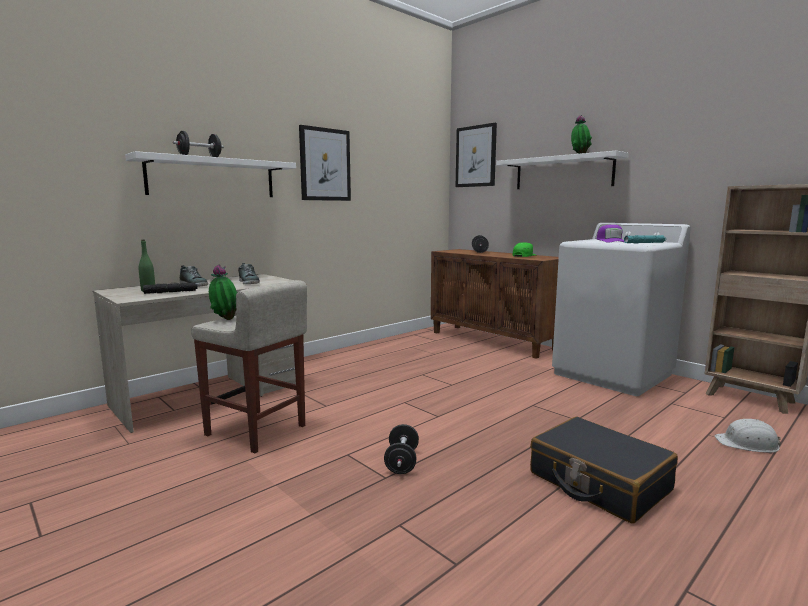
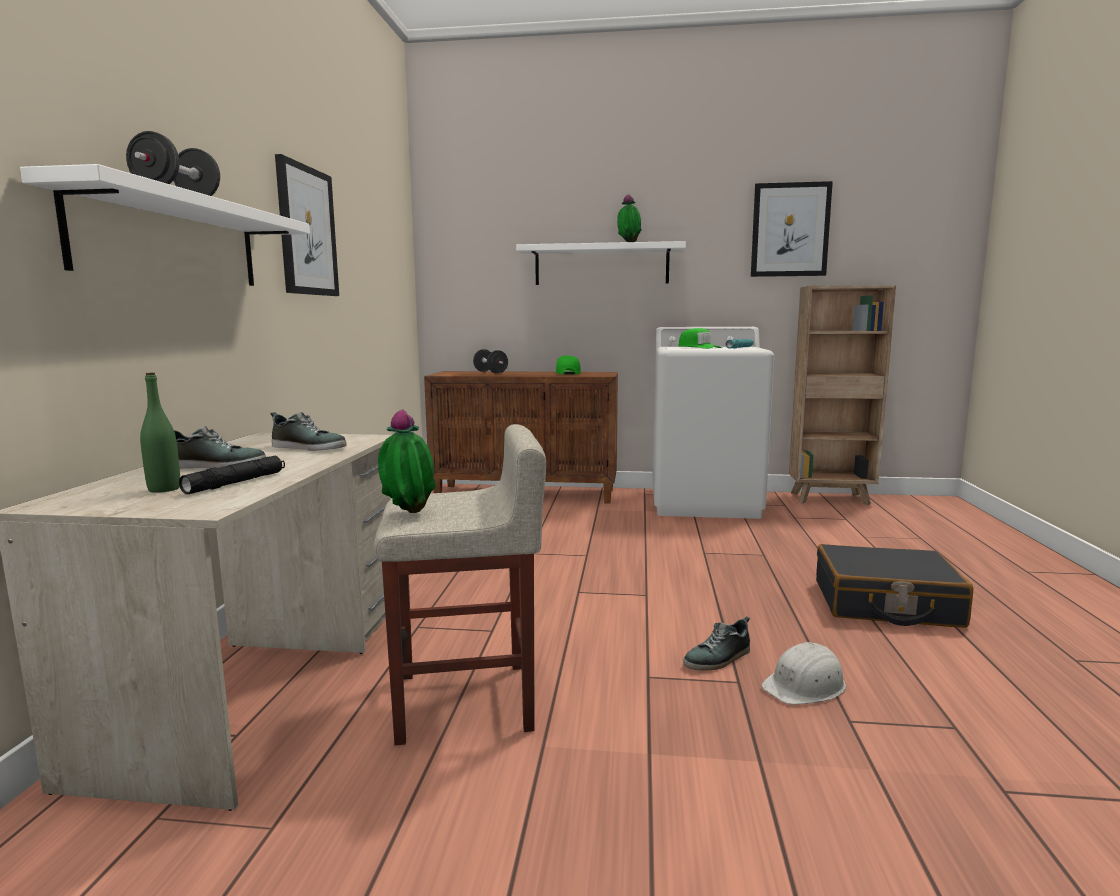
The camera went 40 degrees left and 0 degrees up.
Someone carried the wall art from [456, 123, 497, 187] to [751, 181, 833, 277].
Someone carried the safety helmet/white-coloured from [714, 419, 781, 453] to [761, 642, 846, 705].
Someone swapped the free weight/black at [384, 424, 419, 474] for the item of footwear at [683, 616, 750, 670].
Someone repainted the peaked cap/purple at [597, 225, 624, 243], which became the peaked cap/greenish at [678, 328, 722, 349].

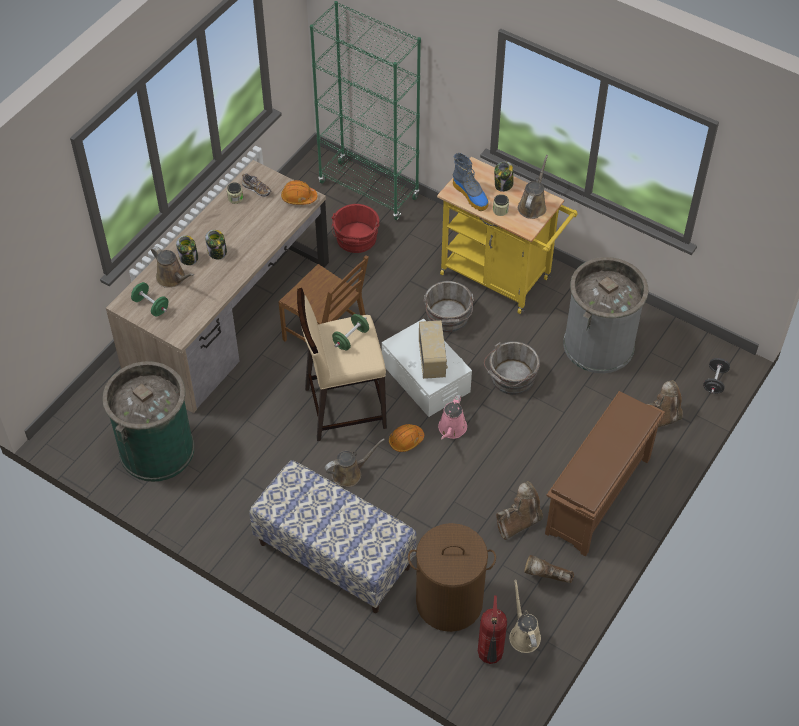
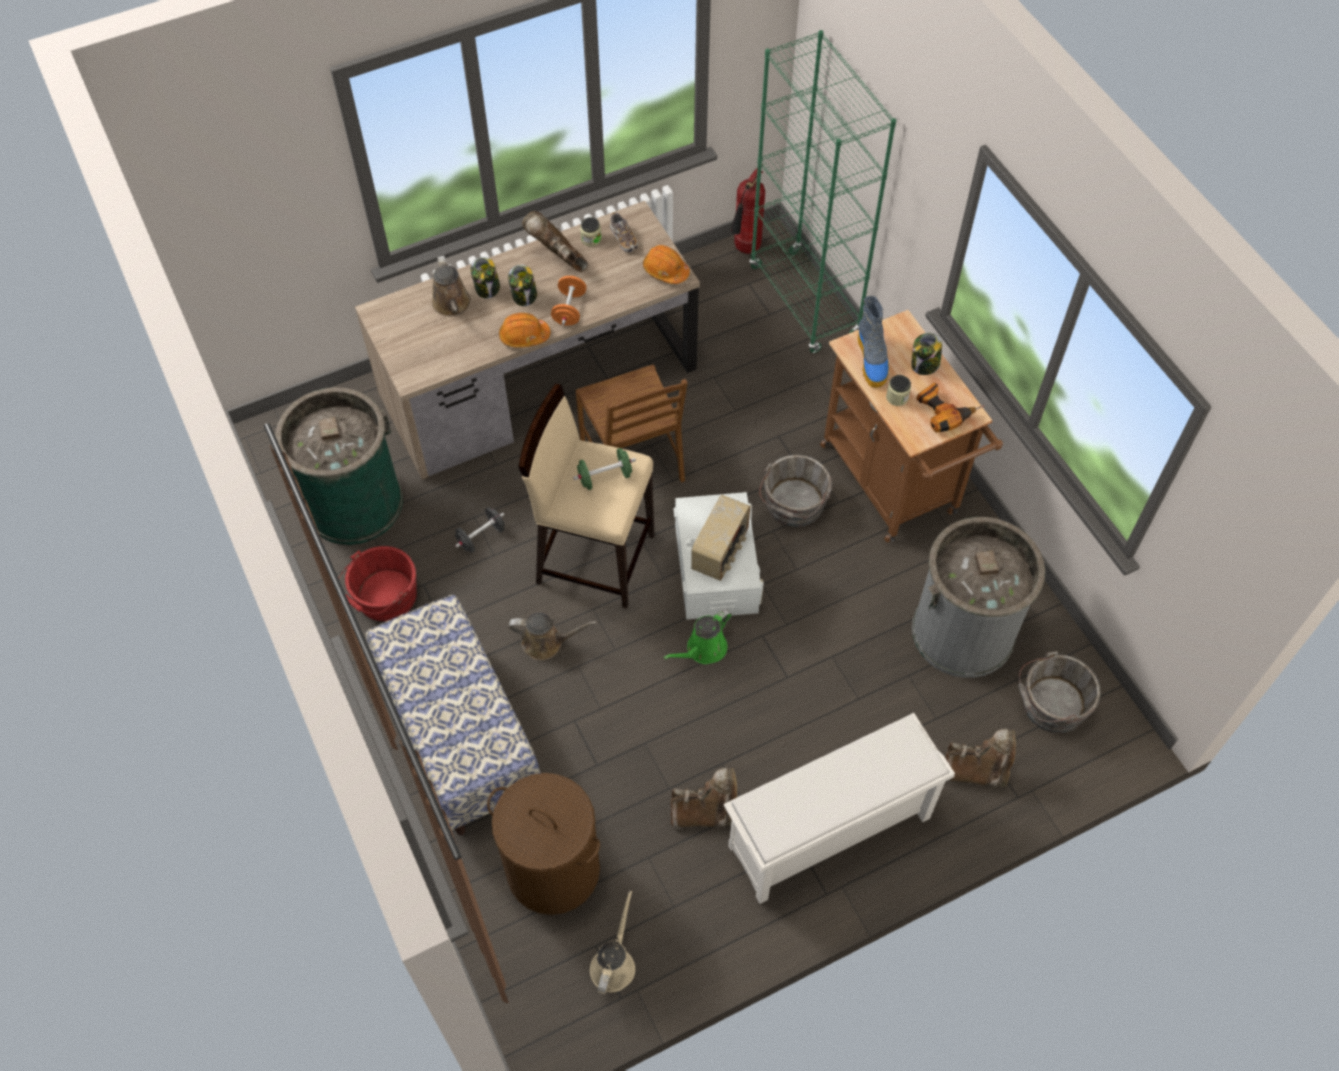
The camera went 30 degrees right and 5 degrees up.
Someone took away the free weight/greenish at [131, 282, 168, 316].
Someone put down the free weight/orange-coloured at [551, 276, 586, 326].
Someone carried the pail/red-coloured from [331, 204, 379, 253] to [338, 546, 417, 621].
Someone carried the safety helmet/orange-coloured from [389, 424, 424, 452] to [499, 313, 550, 348].
Someone carried the extinguisher from [478, 596, 507, 664] to [730, 164, 765, 254].
Someone carried the pail/grey from [484, 341, 540, 395] to [1018, 651, 1101, 733].
Someone carried the tall boot/brown from [524, 555, 574, 583] to [522, 211, 588, 272].
Someone carried the free weight/black from [703, 358, 730, 394] to [455, 507, 505, 553].
Someone swapped the watering can/brown at [518, 155, 548, 219] for the drill at [916, 383, 984, 433].
Someone repainted the trolley/yellowish at [437, 157, 578, 314], which became the trolley/brown at [820, 310, 1003, 542].
Someone repainted the watering can/pinkish at [438, 394, 467, 440], which became the watering can/greenish at [664, 609, 732, 664].
Someone repainted the shoe rack/brown at [545, 391, 665, 557], which became the shoe rack/white-coloured at [724, 713, 955, 904].

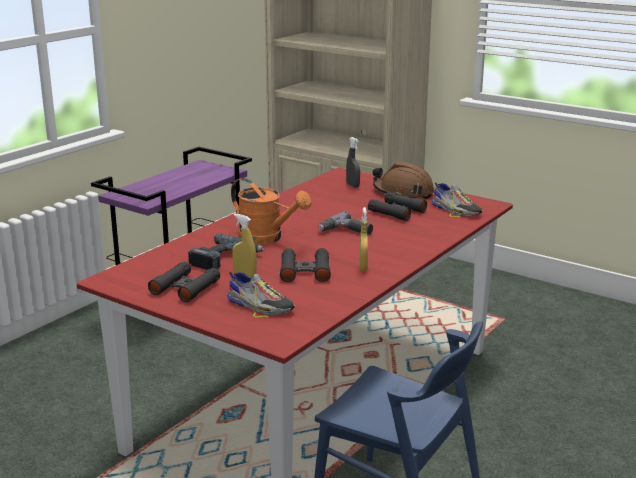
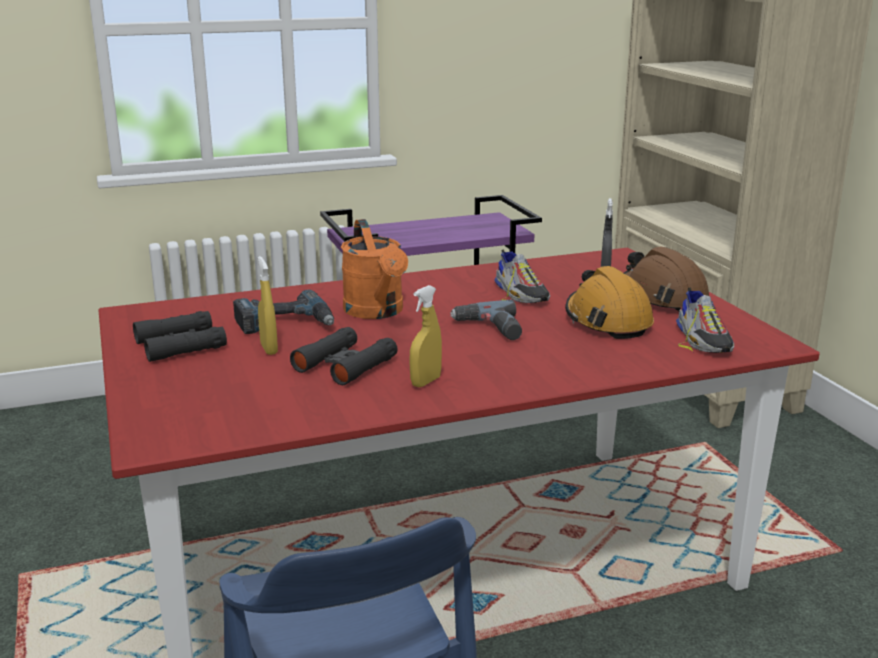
The camera went 35 degrees right and 0 degrees up.
Someone carried the item of footwear from [227, 272, 295, 318] to [494, 249, 550, 304].
Someone swapped the field glasses/black at [368, 192, 427, 221] for the safety helmet/orange-coloured at [565, 266, 654, 339].

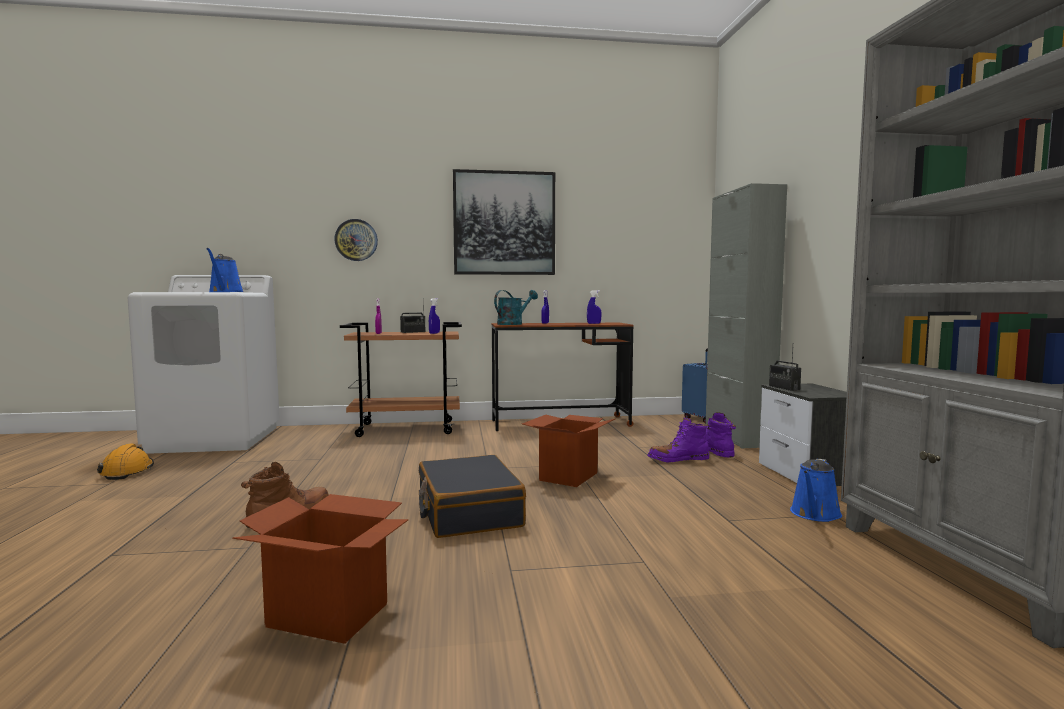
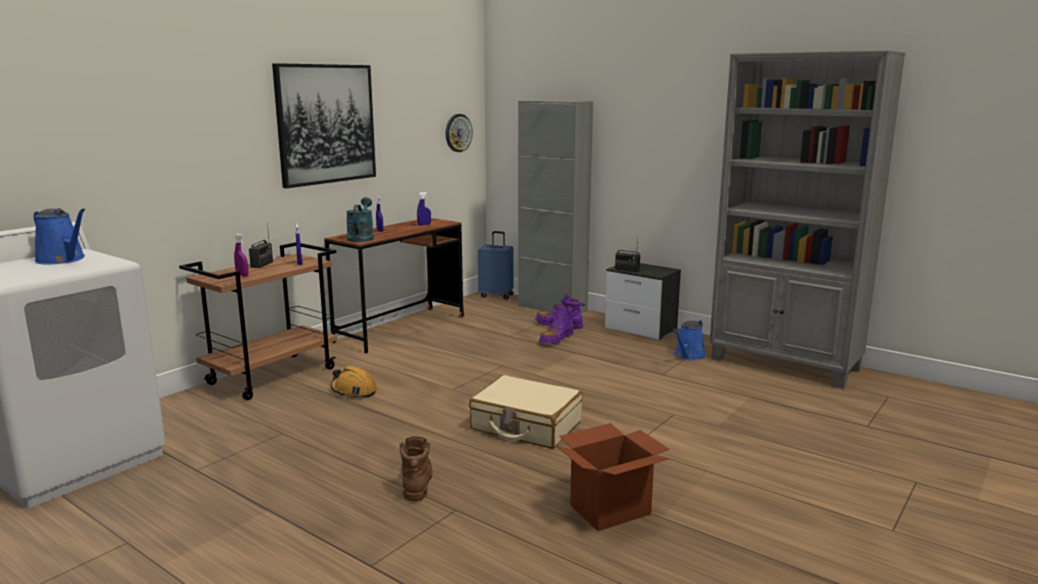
The camera went 45 degrees left and 10 degrees up.
Someone took away the carton at [522, 415, 615, 487].
Someone carried the safety helmet/orange-coloured from [97, 443, 154, 480] to [331, 366, 377, 398].
Someone carried the clock on the wall from [334, 219, 378, 261] to [446, 114, 473, 152].
Someone repainted the travel case/black at [419, 455, 526, 538], which became the travel case/beige-coloured at [469, 375, 583, 449].
Someone rotated the watering can/blue-coloured at [790, 459, 842, 522] by 45 degrees clockwise.

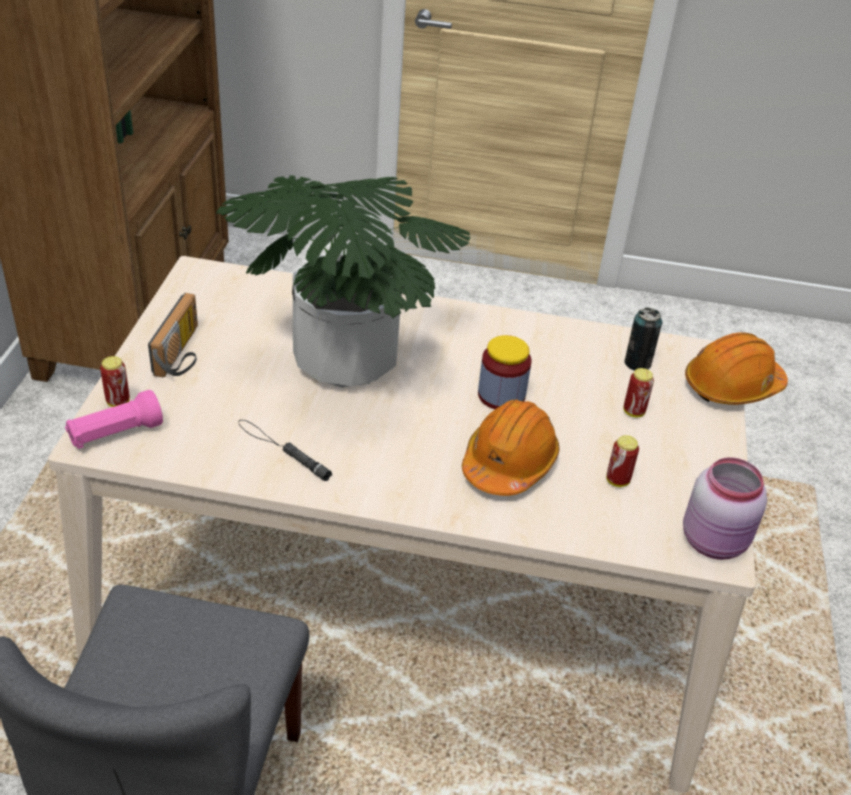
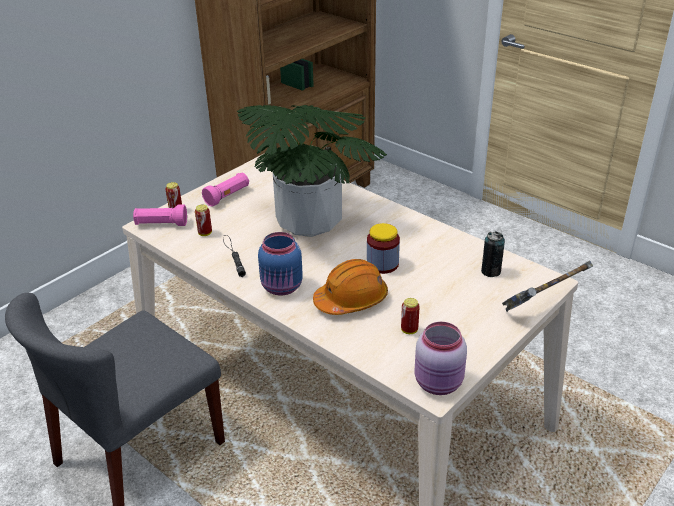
The camera went 35 degrees right and 5 degrees down.
Someone put down the jar/blue-coloured at [258, 232, 303, 295].
Someone carried the metal can from [623, 368, 654, 417] to [195, 205, 212, 236].
Someone swapped the radio set at [148, 293, 198, 377] for the flashlight/pinkish at [202, 173, 249, 207].
Someone swapped the safety helmet/orange-coloured at [685, 332, 788, 405] for the tool hammer at [502, 261, 593, 312].

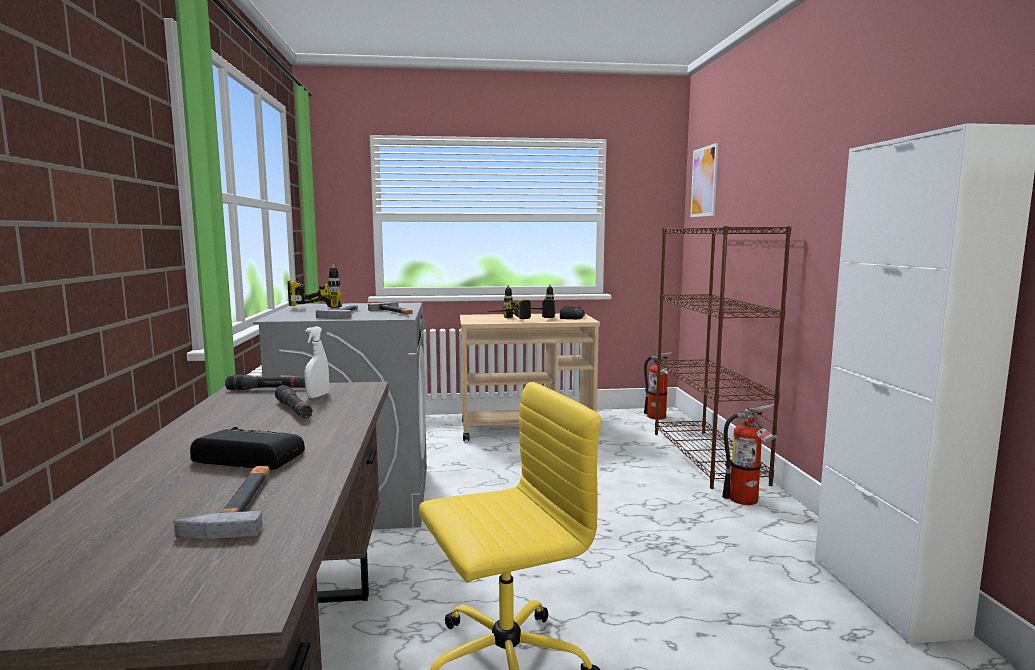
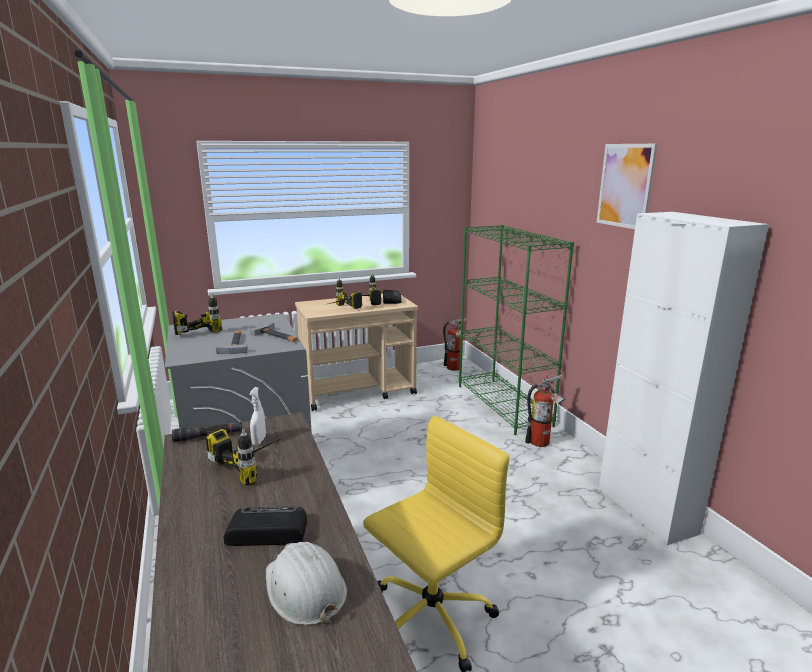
The camera went 15 degrees left and 10 degrees up.
Someone carried the wall art from [690, 143, 718, 217] to [597, 144, 657, 229].
Someone swapped the tool hammer at [174, 466, 269, 539] for the safety helmet/white-coloured at [266, 542, 347, 625].
Someone swapped the flashlight/black at [275, 385, 313, 419] for the drill at [206, 428, 282, 485].
Someone repainted the bookshelf/brown at [655, 226, 791, 489], which became the bookshelf/greenish at [459, 225, 574, 435].

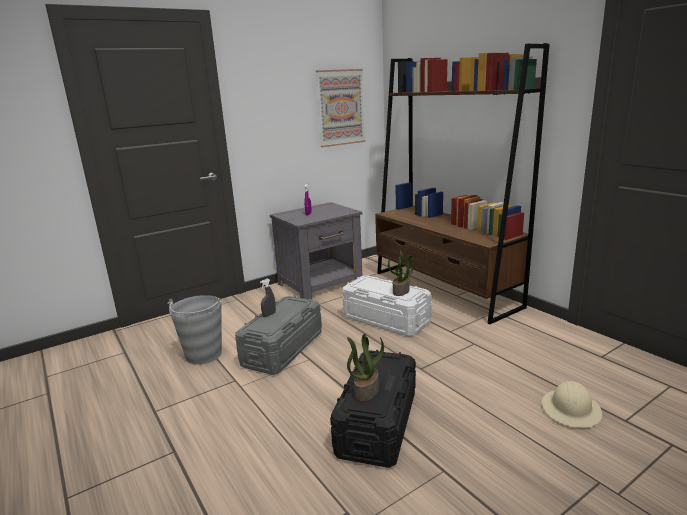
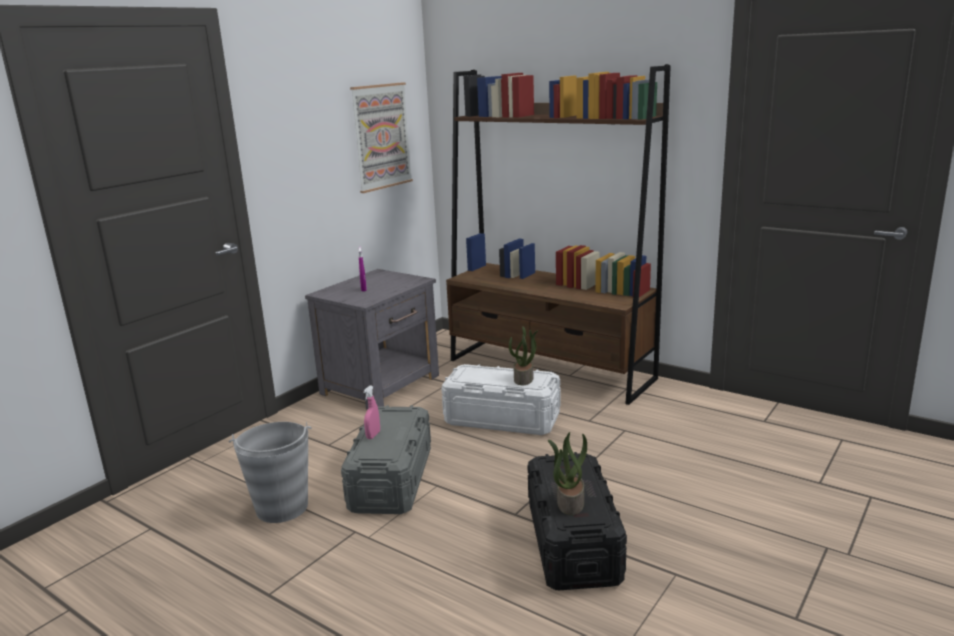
The camera went 20 degrees left and 0 degrees up.
Someone took away the safety helmet/beige-coloured at [542, 381, 602, 428].
Someone repainted the sprayer/grey at [260, 279, 276, 317], which became the sprayer/pinkish at [363, 386, 380, 439].

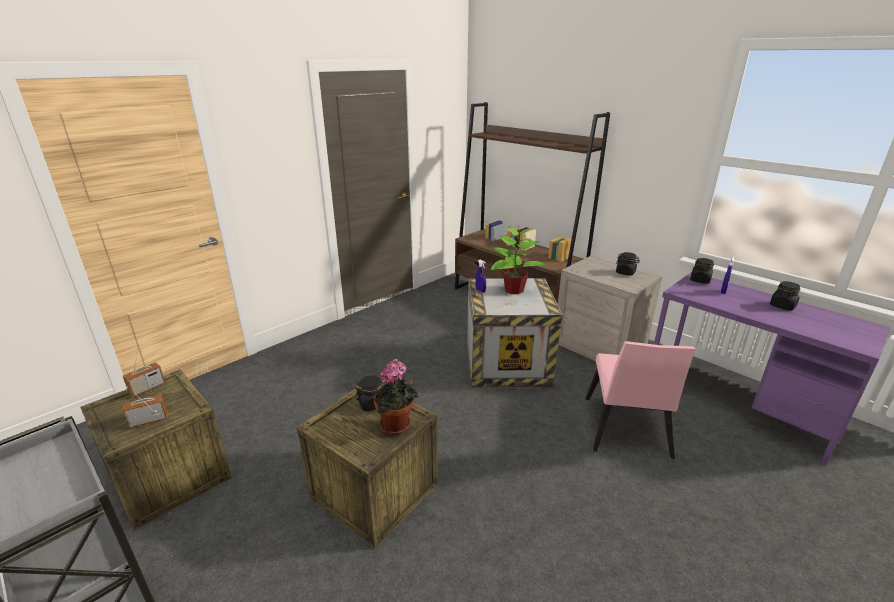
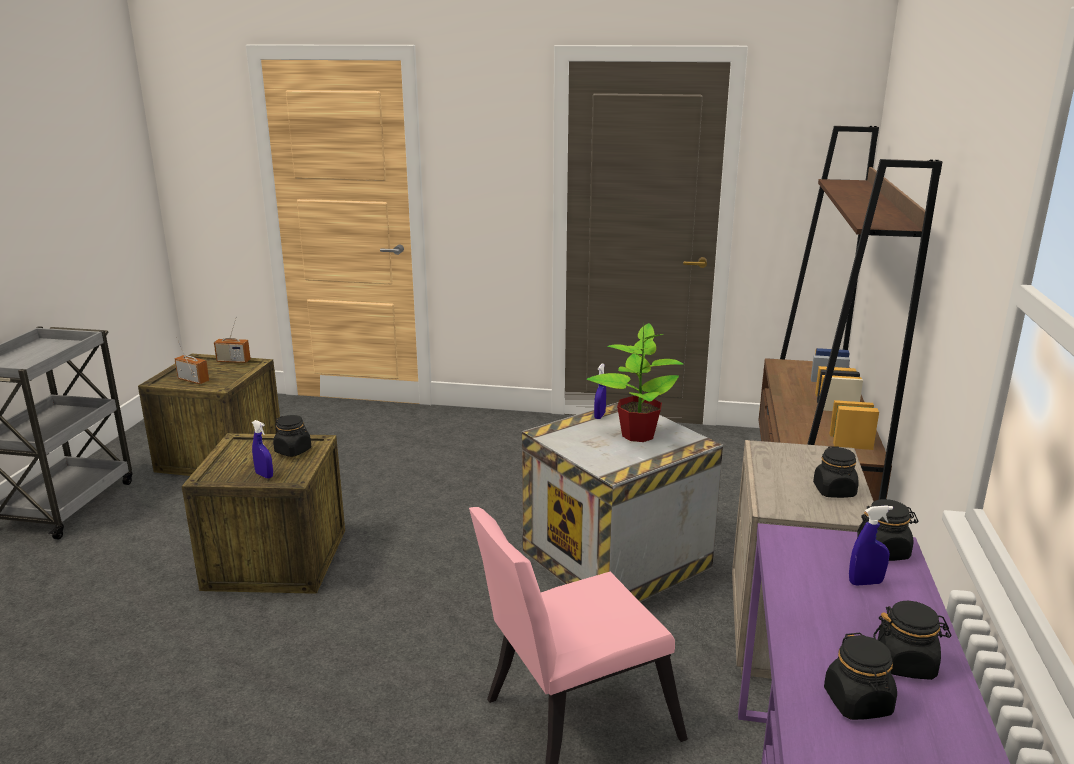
The camera went 55 degrees right and 5 degrees down.
Someone put down the jar/black at [824, 633, 897, 720].
Someone swapped the houseplant at [374, 359, 418, 435] for the sprayer/blue-coloured at [252, 420, 273, 478].

